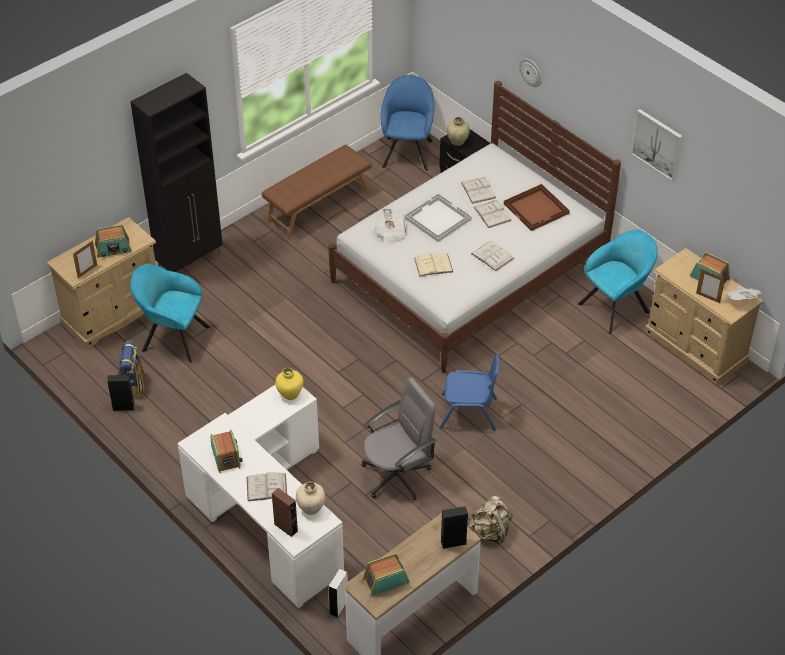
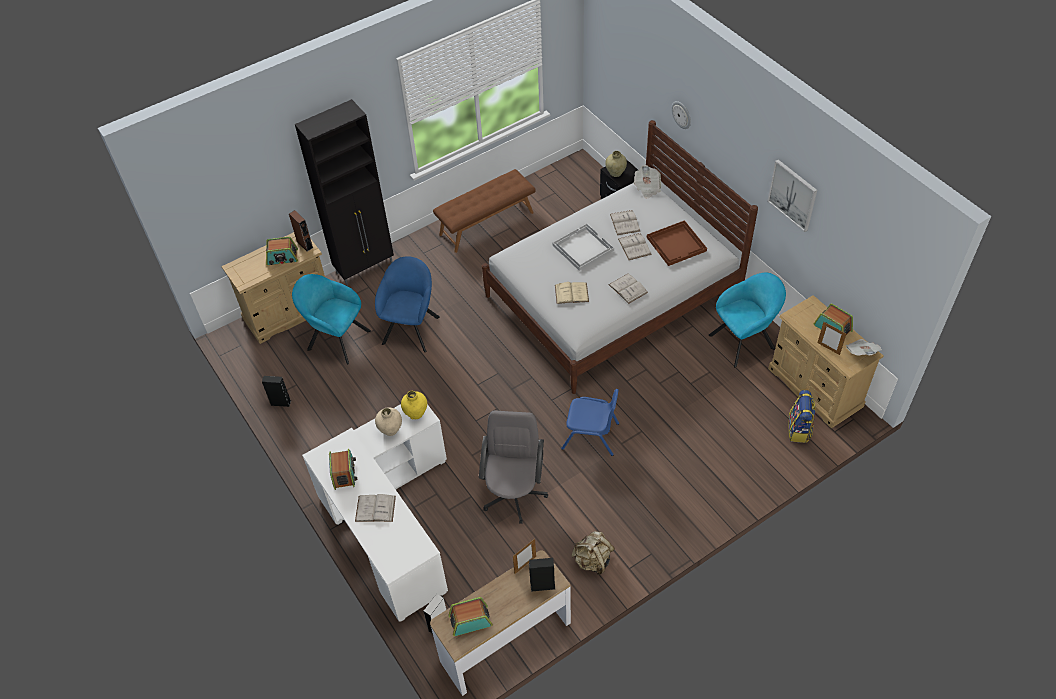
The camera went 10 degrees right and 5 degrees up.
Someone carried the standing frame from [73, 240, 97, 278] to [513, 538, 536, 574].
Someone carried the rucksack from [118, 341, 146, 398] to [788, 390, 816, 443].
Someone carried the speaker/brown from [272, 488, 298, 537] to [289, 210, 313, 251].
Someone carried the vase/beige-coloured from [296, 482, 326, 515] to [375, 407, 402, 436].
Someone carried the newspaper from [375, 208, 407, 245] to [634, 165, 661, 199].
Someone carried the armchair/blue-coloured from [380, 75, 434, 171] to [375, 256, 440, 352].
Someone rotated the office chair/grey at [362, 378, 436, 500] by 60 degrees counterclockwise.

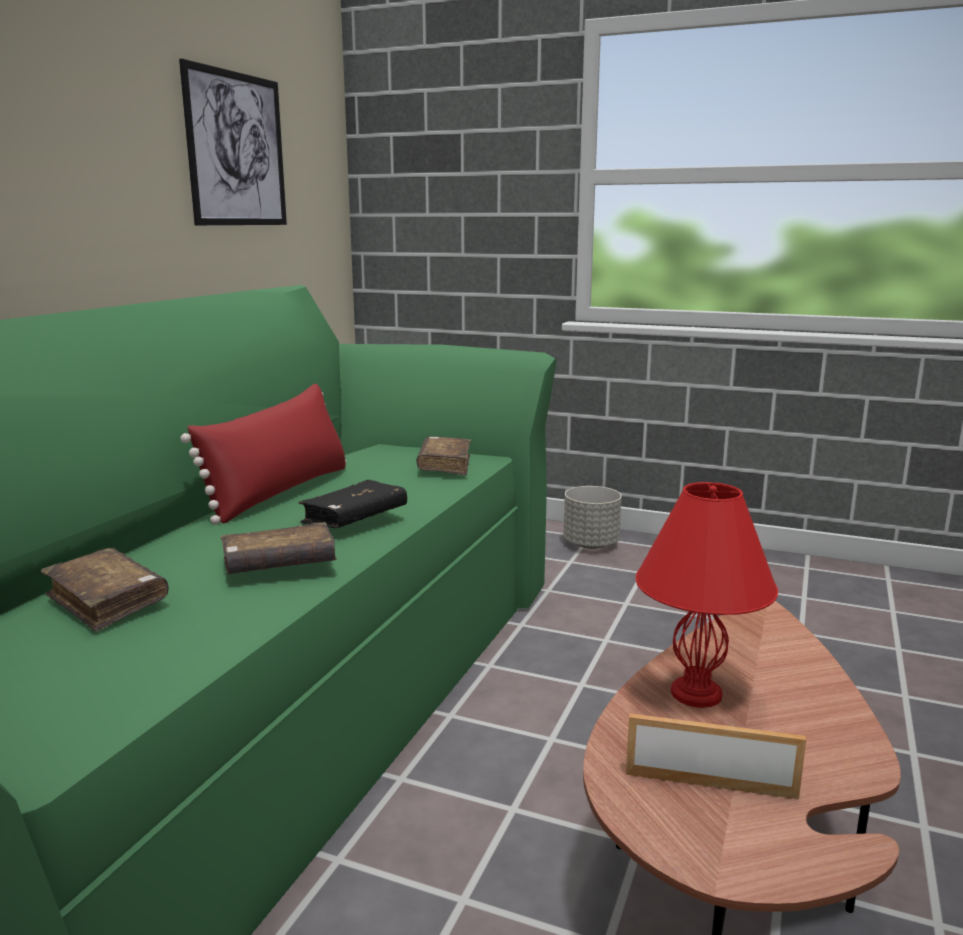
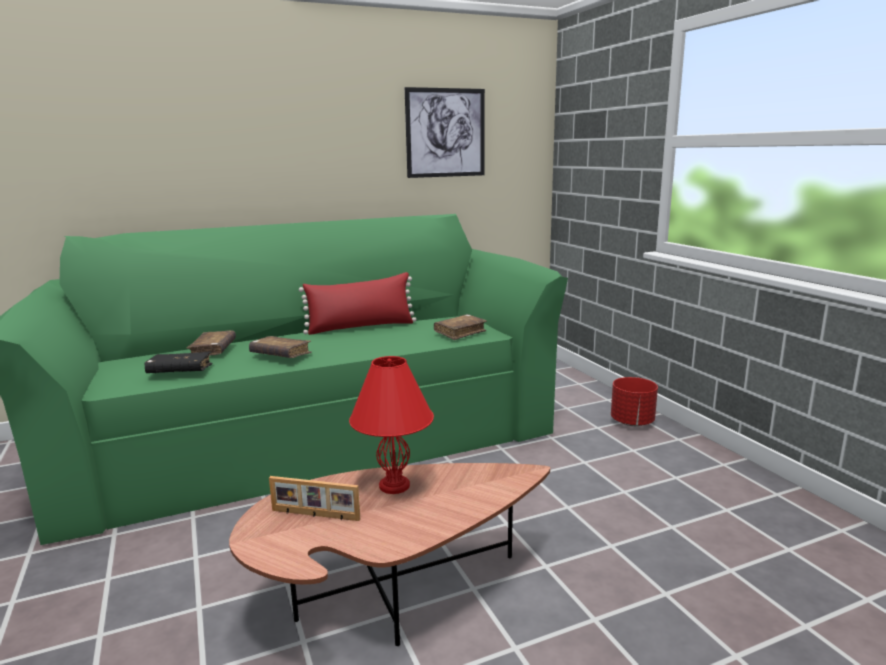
The camera went 45 degrees right and 0 degrees up.
Someone carried the bound book/black from [298, 480, 407, 528] to [144, 352, 213, 373].
Someone repainted the flower pot/grey at [564, 486, 622, 549], which became the flower pot/red-coloured at [611, 377, 658, 426].
Someone rotated the standing frame at [626, 713, 806, 799] by 135 degrees clockwise.

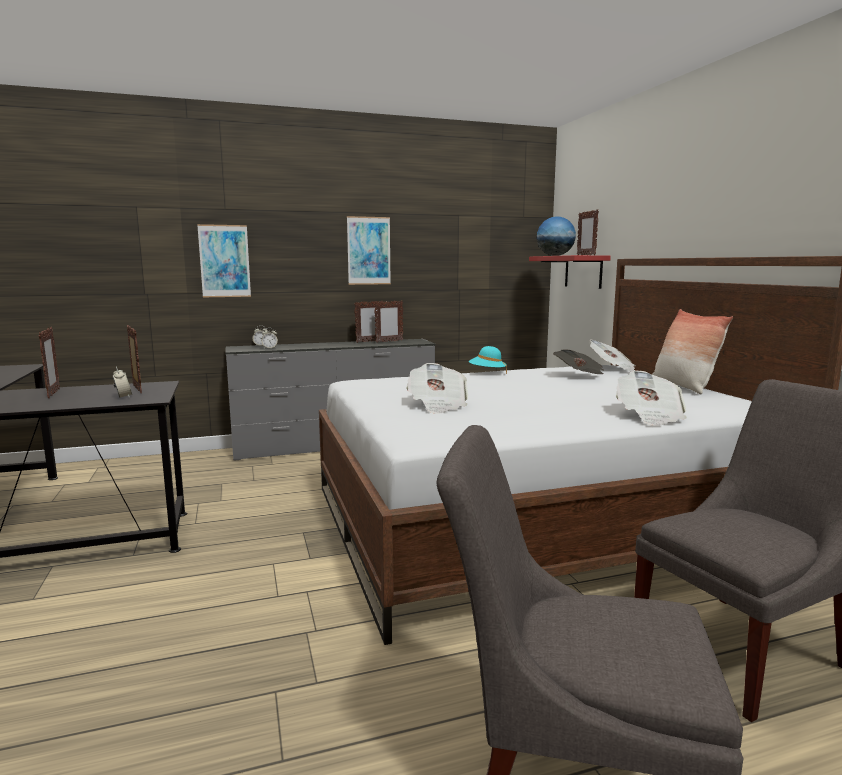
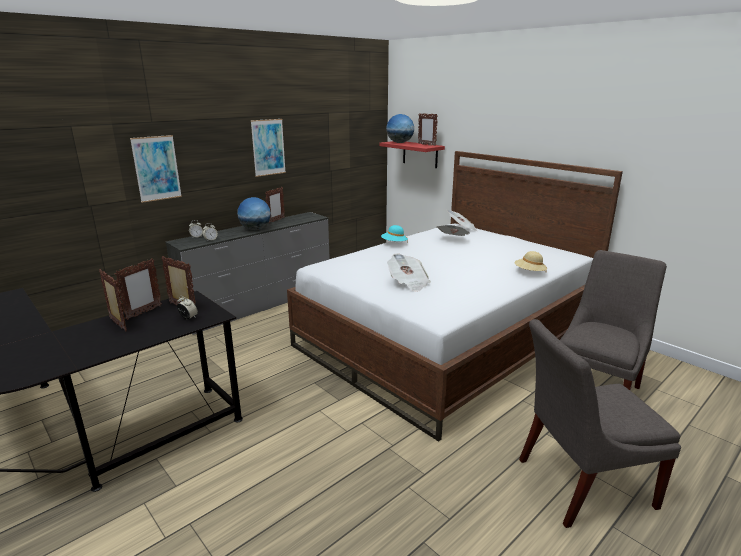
The camera went 25 degrees left and 10 degrees up.
Someone took away the cushion at [652, 309, 733, 394].
Someone put down the world globe at [237, 197, 271, 230].
Someone carried the standing frame from [374, 300, 403, 343] to [115, 258, 162, 320].
Someone swapped the newspaper at [616, 370, 687, 426] for the hat/beige-coloured at [515, 251, 547, 271].

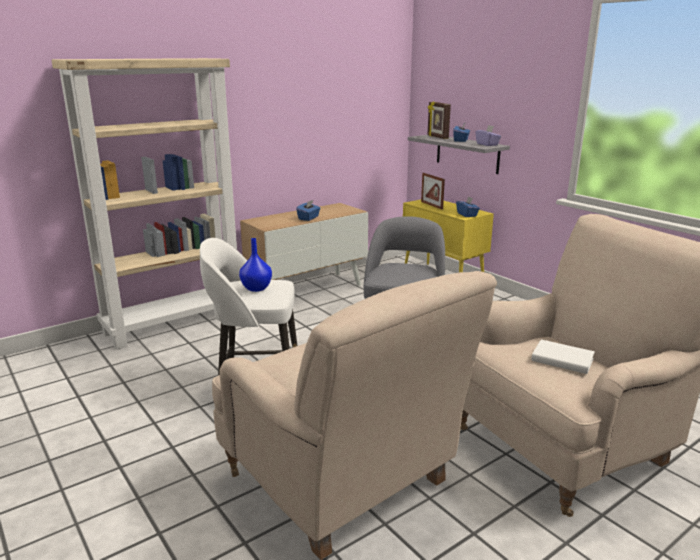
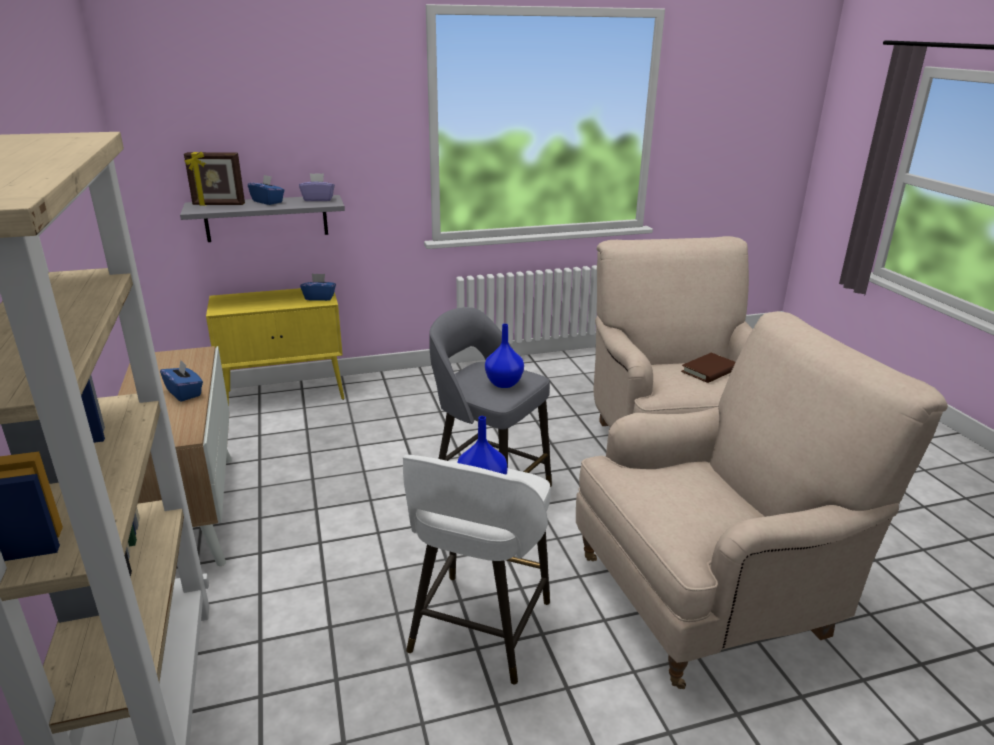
The camera went 70 degrees left and 5 degrees up.
Someone took away the standing frame at [421, 173, 445, 209].
Someone put down the vase/blue-coloured at [485, 324, 524, 388].
Someone repainted the bound book/white-coloured at [531, 340, 595, 374], which became the bound book/brown at [681, 353, 736, 383].

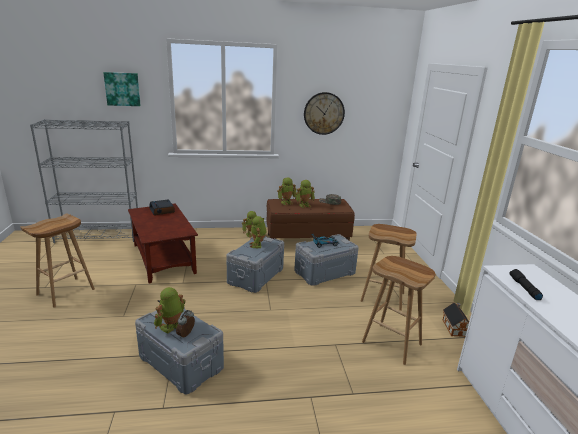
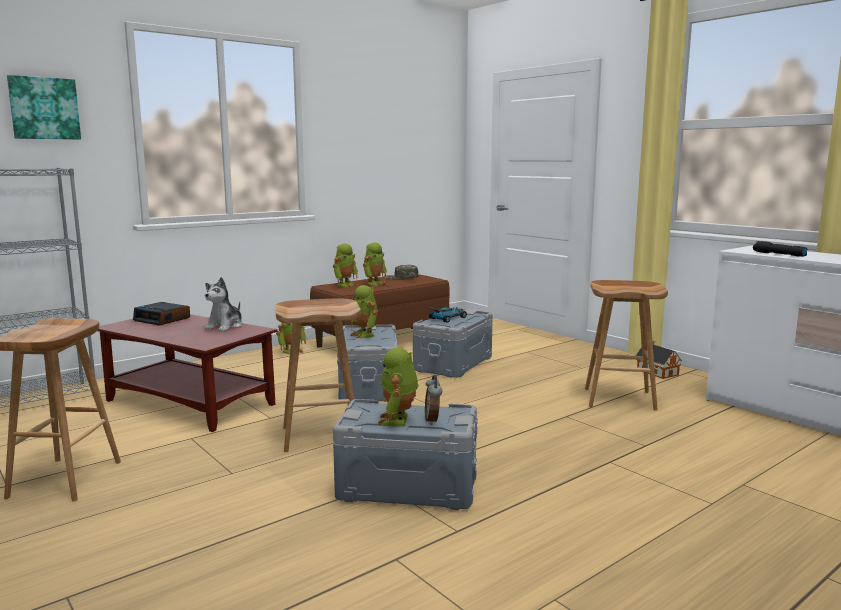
The camera went 30 degrees left and 10 degrees down.
Someone took away the clock on the wall at [304, 92, 345, 135].
Someone put down the soft toy at [205, 277, 242, 332].
Someone carried the stool seat/brown from [361, 224, 417, 311] to [276, 298, 361, 452].

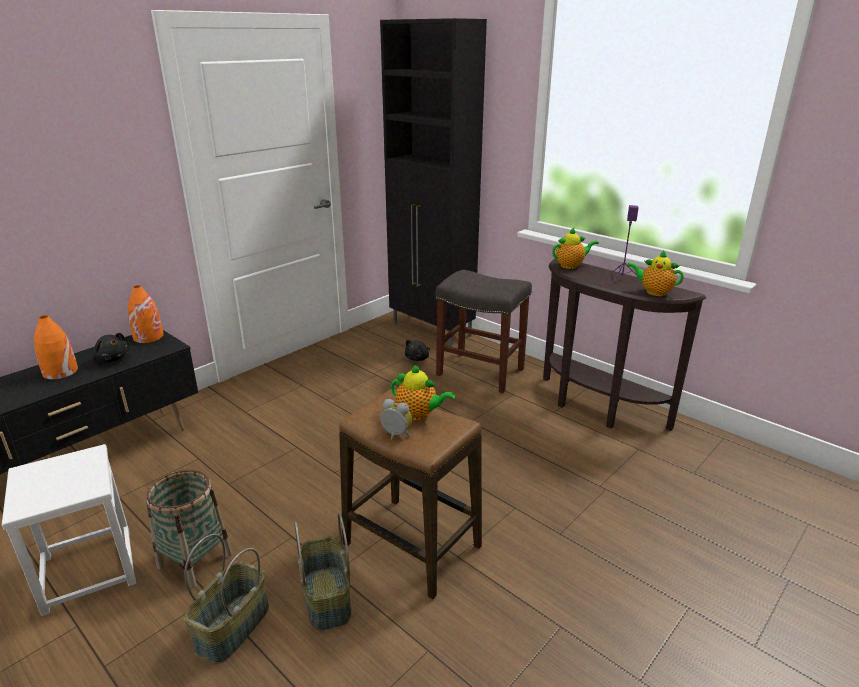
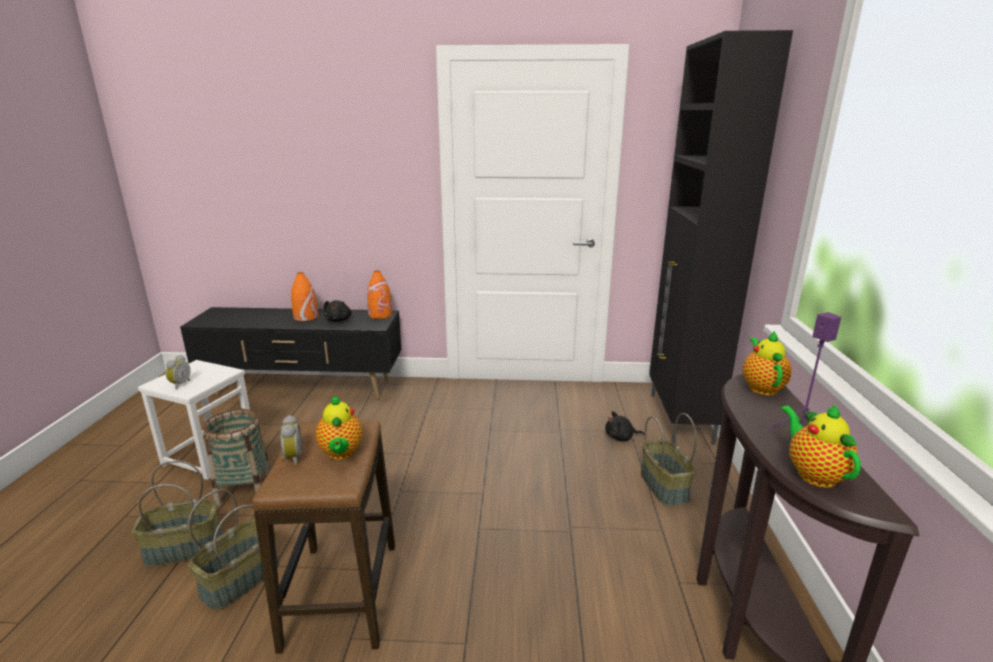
The camera went 50 degrees right and 5 degrees down.
Someone put down the table clock at [166, 355, 191, 389].
Someone swapped the stool seat/grey at [435, 270, 532, 393] for the household basket at [641, 413, 697, 506].
Someone rotated the pot for tea at [552, 228, 599, 269] by 120 degrees counterclockwise.

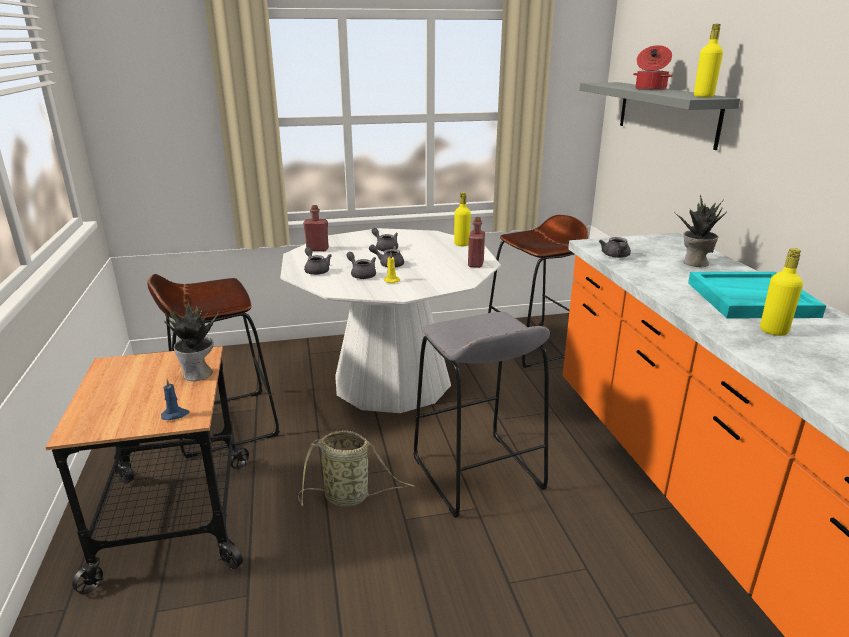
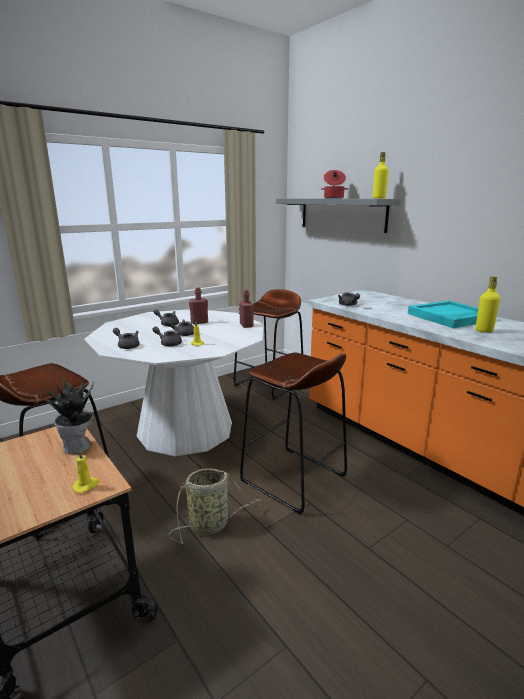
The camera went 25 degrees left and 5 degrees down.
Someone took away the bottle/yellowish at [454, 192, 471, 246].
Someone took away the houseplant at [674, 195, 728, 267].
Someone carried the bottle/red-coloured from [303, 205, 329, 251] to [189, 288, 208, 324].
Someone repainted the candle/blue-coloured at [161, 379, 189, 420], which became the candle/yellowish at [72, 450, 99, 493].
Someone repainted the stool seat/grey at [413, 312, 550, 518], which became the stool seat/brown at [240, 352, 347, 515].

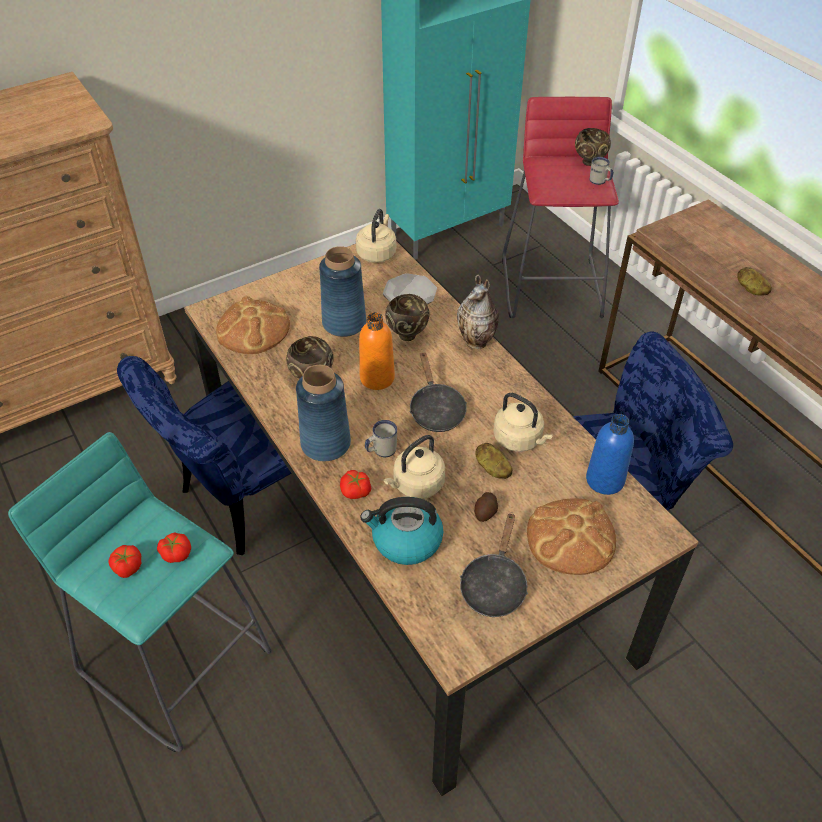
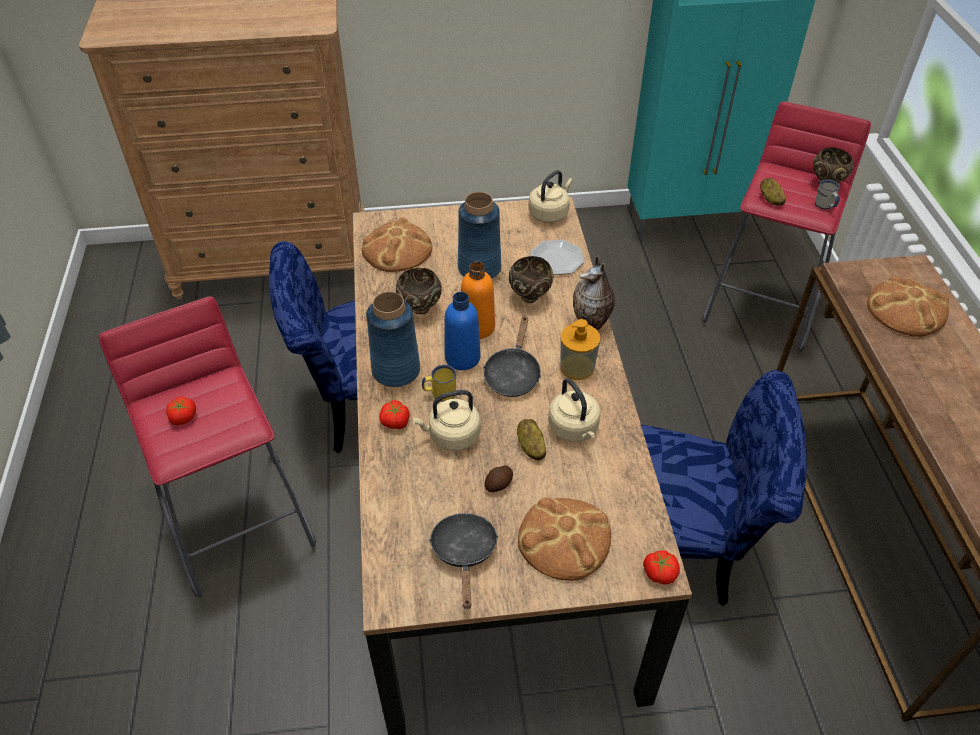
The camera went 25 degrees right and 0 degrees up.
Someone took away the kettle at [360, 497, 444, 565].
Someone put down the soap dispenser at [560, 319, 600, 380].
Someone put down the bakery bread at [867, 276, 949, 337].
Someone carried the whole tomato from [157, 532, 191, 563] to [643, 550, 680, 585].
Someone carried the bottle/blue-coloured from [586, 414, 634, 495] to [444, 292, 481, 370].
Someone carried the whole potato from [737, 267, 772, 296] to [760, 178, 786, 206].
Someone repainted the stool seat/turquoise-coloured at [8, 432, 272, 752], which became the stool seat/red-coloured at [99, 296, 316, 598].
Someone repainted the coffee mug/white-coloured at [365, 420, 397, 457], which became the coffee mug/yellowish at [422, 365, 456, 402].
Someone rotated the skillet/black at [460, 512, 528, 617] by 135 degrees clockwise.

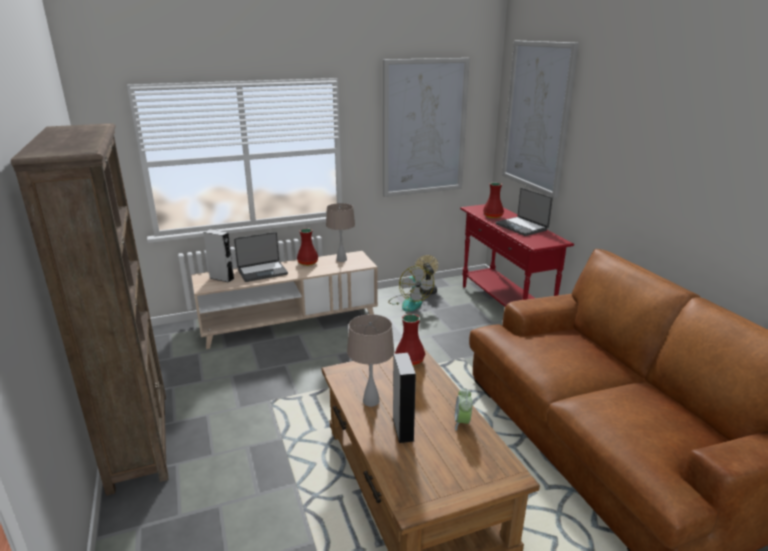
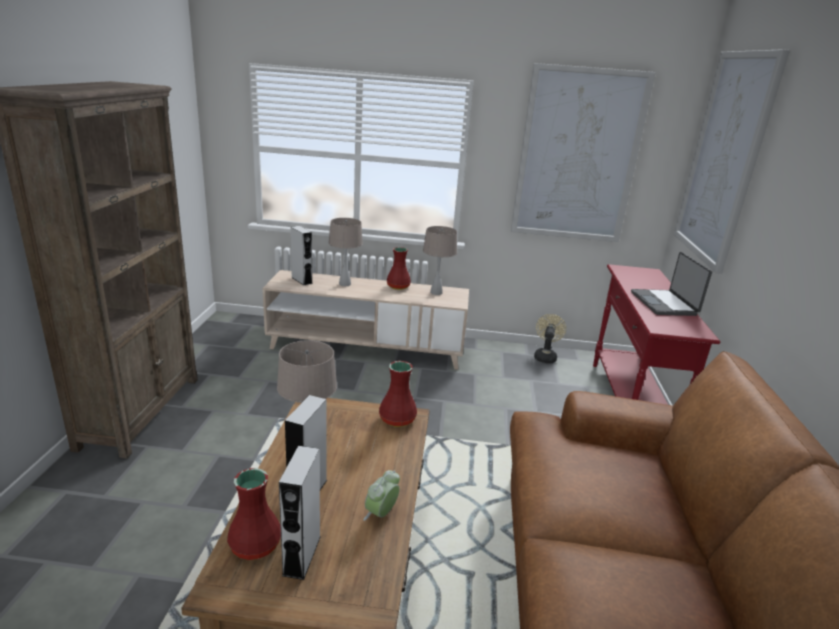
The camera went 25 degrees right and 0 degrees up.
Someone took away the cooling fan at [388, 266, 434, 312].
Someone put down the speaker/grey at [279, 446, 321, 580].
Someone carried the vase/red-coloured from [483, 183, 504, 218] to [227, 468, 281, 560].
Someone swapped the portable computer at [234, 232, 288, 282] for the tabletop lamp/beige-coloured at [329, 218, 363, 286].

